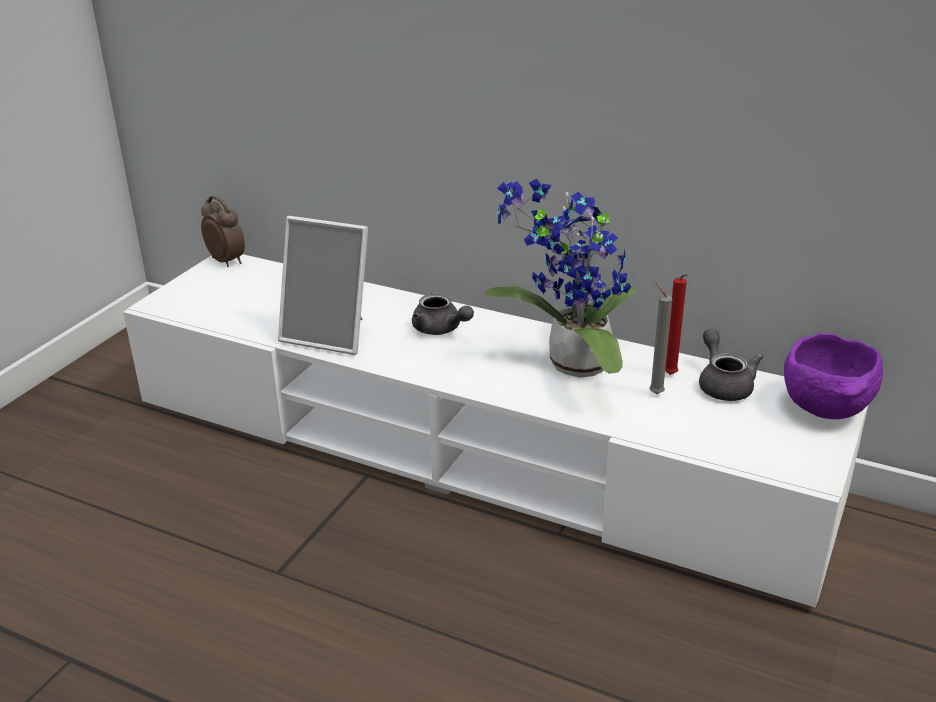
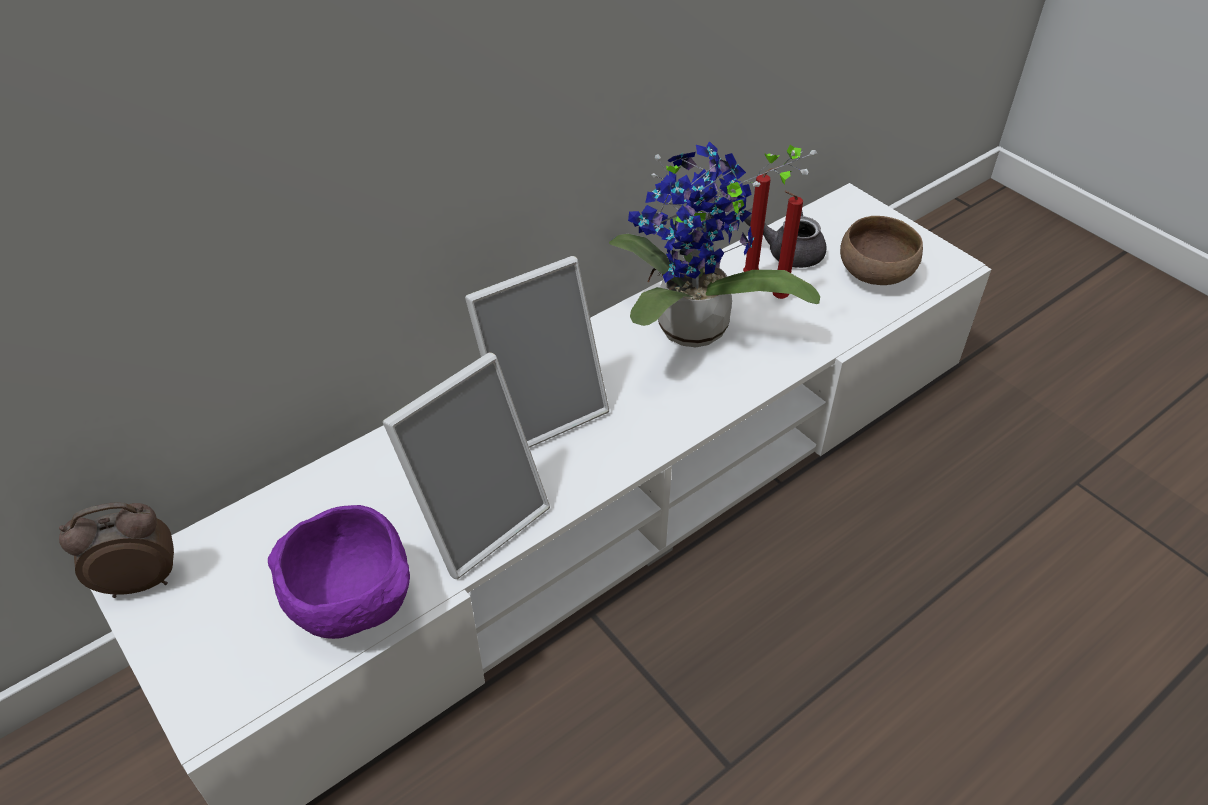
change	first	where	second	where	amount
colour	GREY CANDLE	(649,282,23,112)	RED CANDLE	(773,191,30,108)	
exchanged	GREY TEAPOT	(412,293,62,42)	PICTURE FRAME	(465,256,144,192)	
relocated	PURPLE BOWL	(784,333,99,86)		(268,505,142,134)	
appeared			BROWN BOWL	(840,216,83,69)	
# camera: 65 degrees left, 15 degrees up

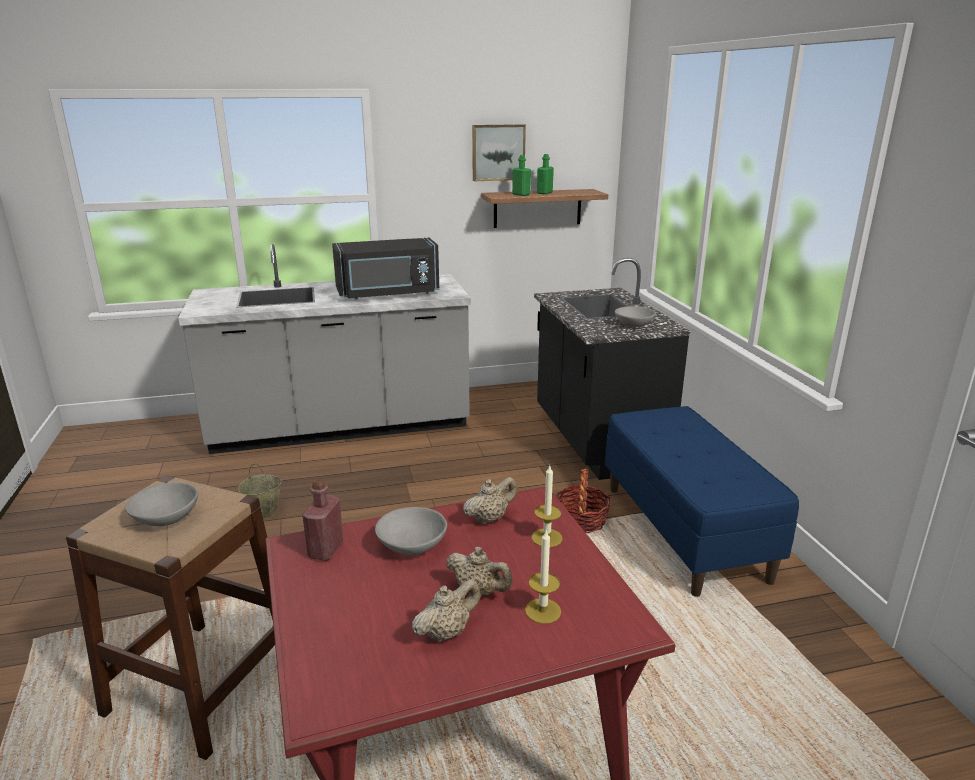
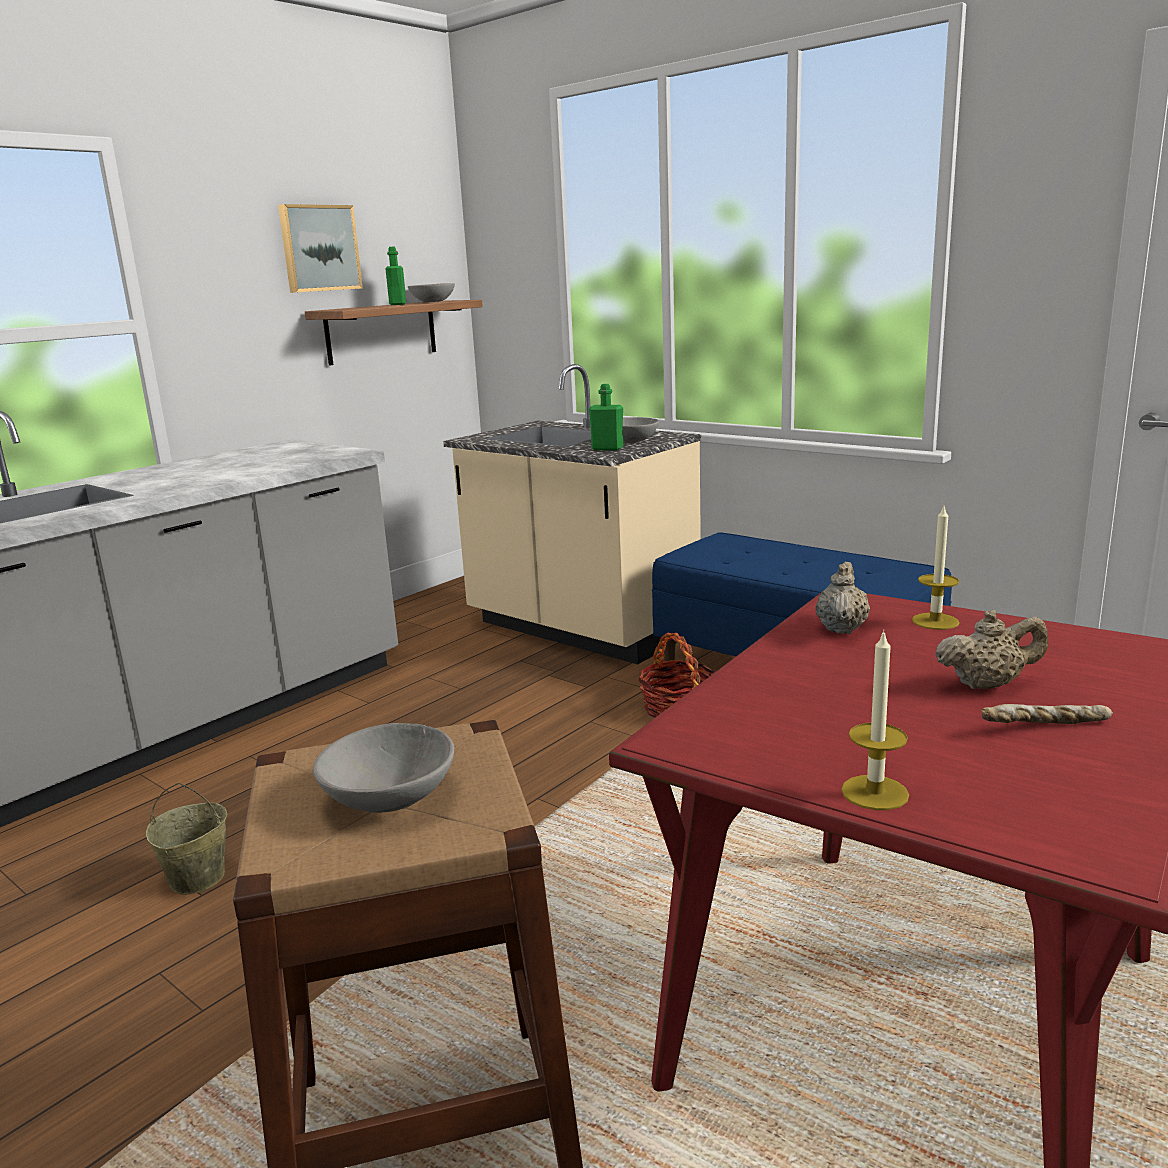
change	first	where	second	where	amount
relocated	GREEN BOTTLE	(512,155,19,41)		(589,384,34,66)	
missing	BLACK MICROWAVE	(332,238,108,61)			
colour	BLACK COUNTER	(534,258,157,222)	BEIGE COUNTER	(443,364,259,301)	
missing	RED BOTTLE	(302,478,41,83)			
relocated	GREY BOWL	(375,507,72,48)		(408,283,47,19)	
relocated	CANDLE	(525,529,36,95)		(841,629,68,181)	
exchanged	BEIGE TEAPOT	(412,579,69,63)	BREAD	(981,704,132,20)	
# camera: 35 degrees left, 5 degrees down

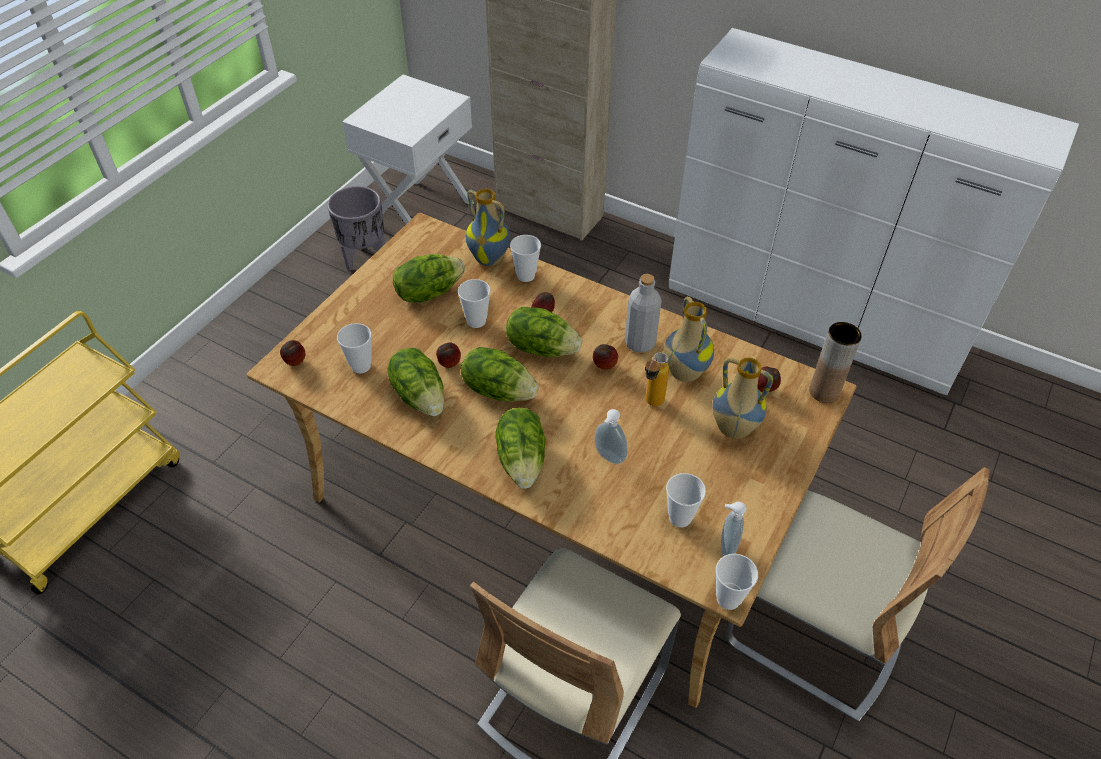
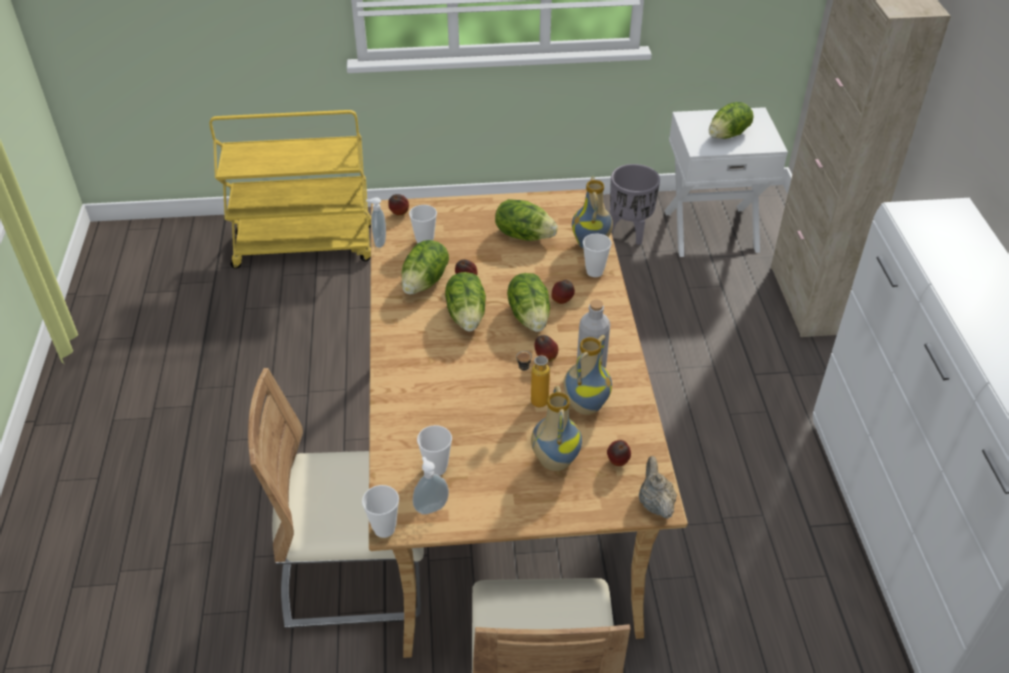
change	first	where	second	where	amount
missing	CUP	(458,279,33,49)			
exchanged	BROWN VASE	(809,322,53,81)	BEIGE TEAPOT	(639,456,38,63)	
relocated	LETTUCE	(496,408,50,81)		(709,102,45,37)	
relocated	SOAP DISPENSER	(595,409,33,55)		(366,197,20,51)	
# camera: 55 degrees right, 5 degrees down

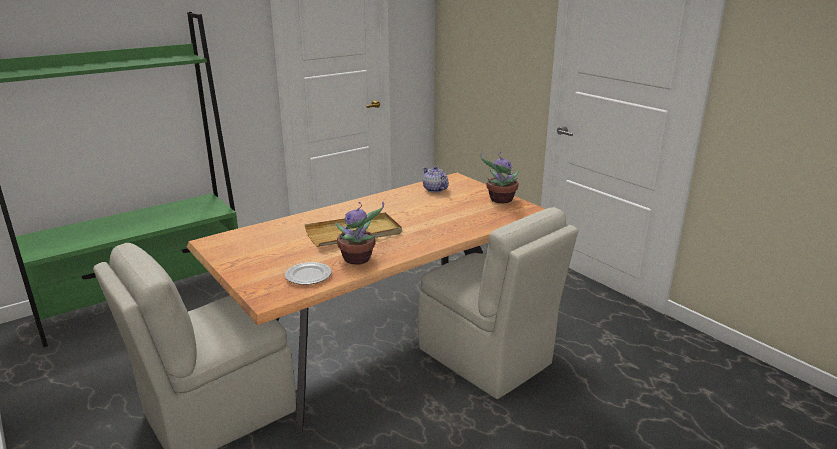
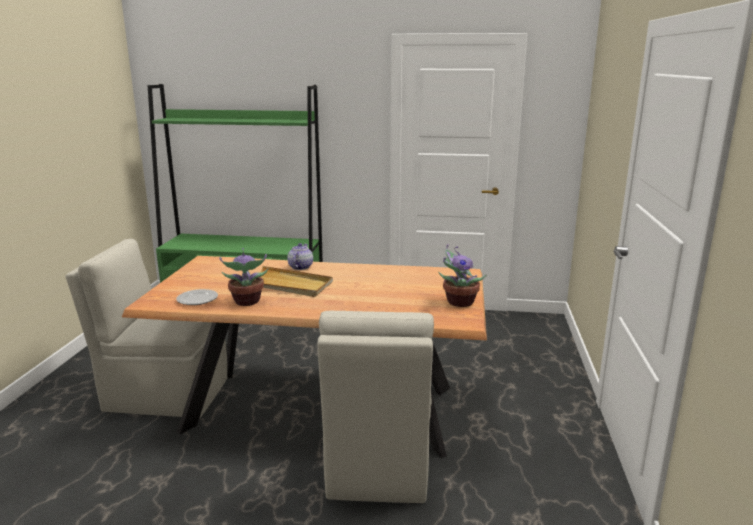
change	first	where	second	where	amount
relocated	TEAPOT	(423,166,26,27)		(288,243,25,27)	
# camera: 45 degrees right, 5 degrees down

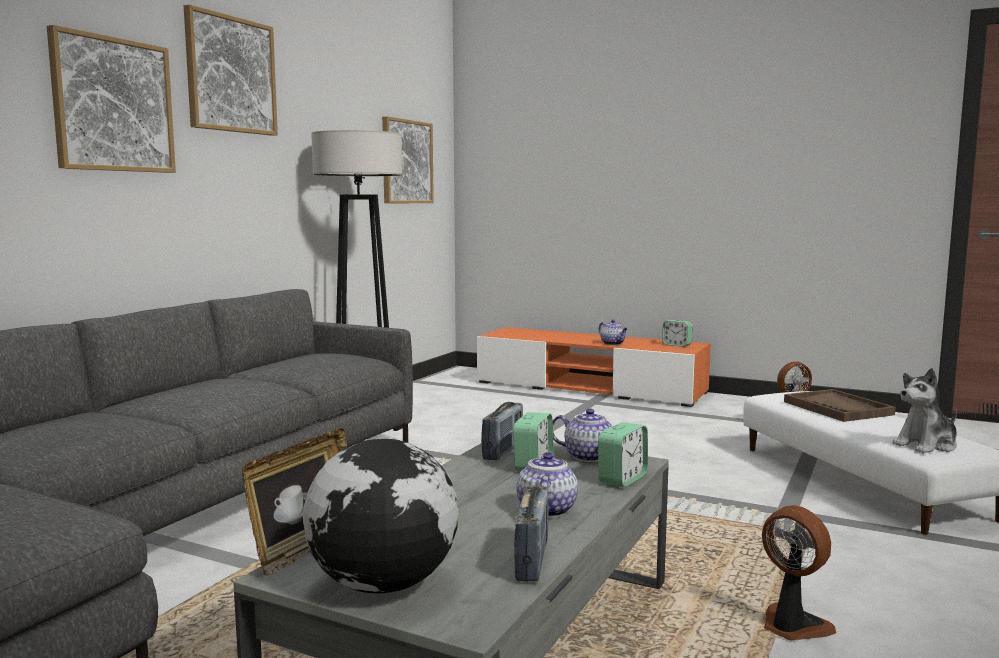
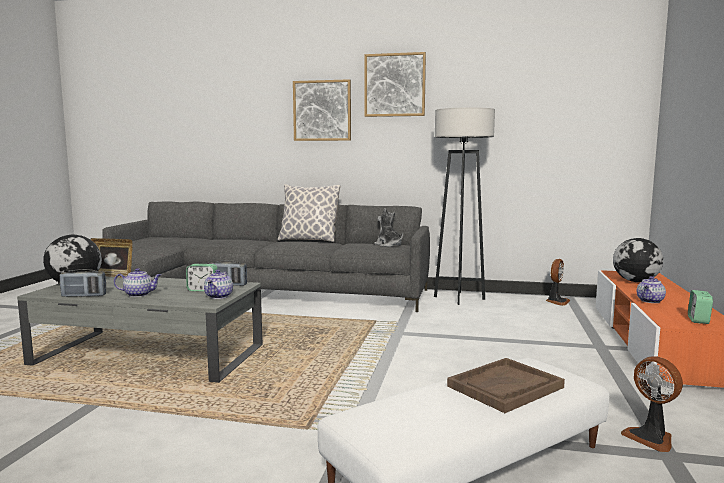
change	first	where	second	where	amount
missing	PICTURE	(382,116,52,87)			
relocated	PLUSH TOY	(892,368,65,85)		(374,208,29,39)	
missing	ALARM CLOCK	(598,422,50,65)			
relocated	FAN	(762,505,74,135)		(546,259,24,47)	
appeared			PILLOW	(277,184,63,58)	
appeared			GLOBE	(613,238,50,44)	
# camera: 75 degrees right, 0 degrees up

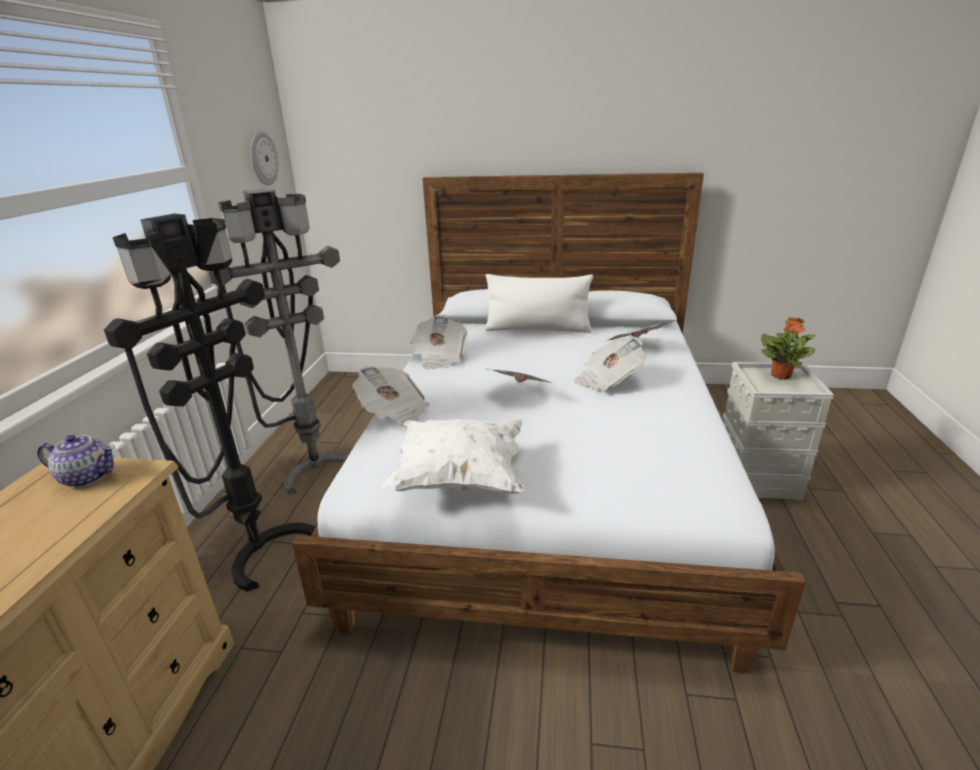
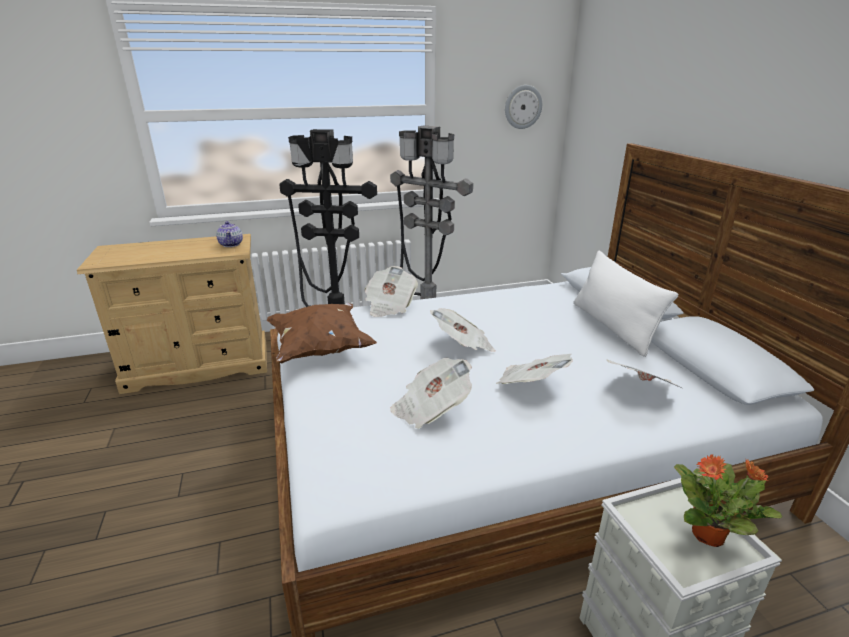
change	first	where	second	where	amount
relocated	NEWSPAPER	(411,315,56,55)		(390,357,82,72)	
colour	WHITE PILLOW	(381,419,143,75)	BROWN PILLOW	(267,303,110,60)	
# camera: 65 degrees right, 0 degrees up

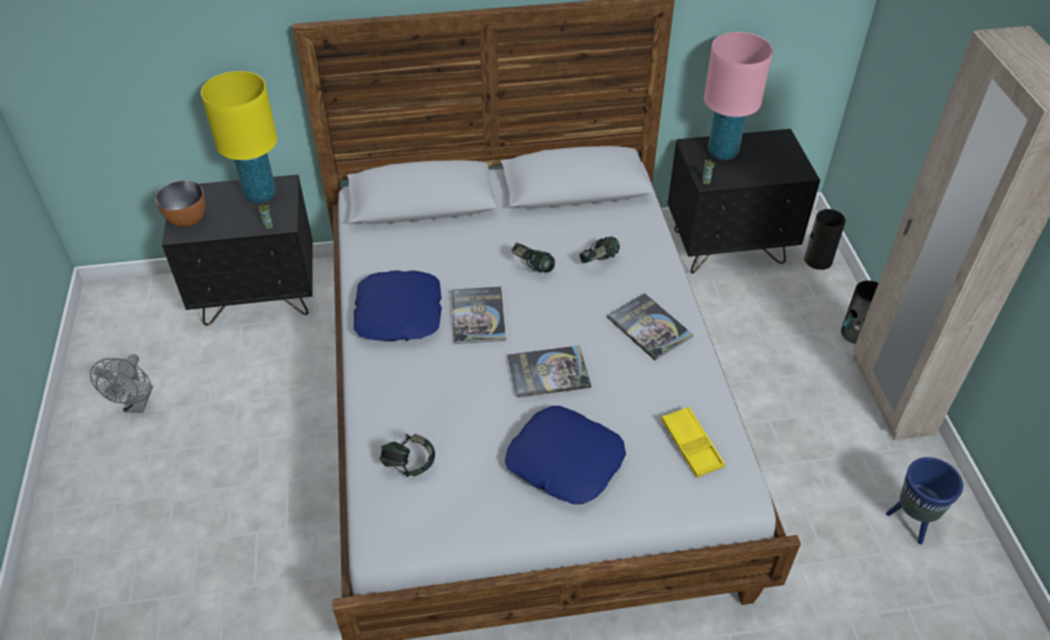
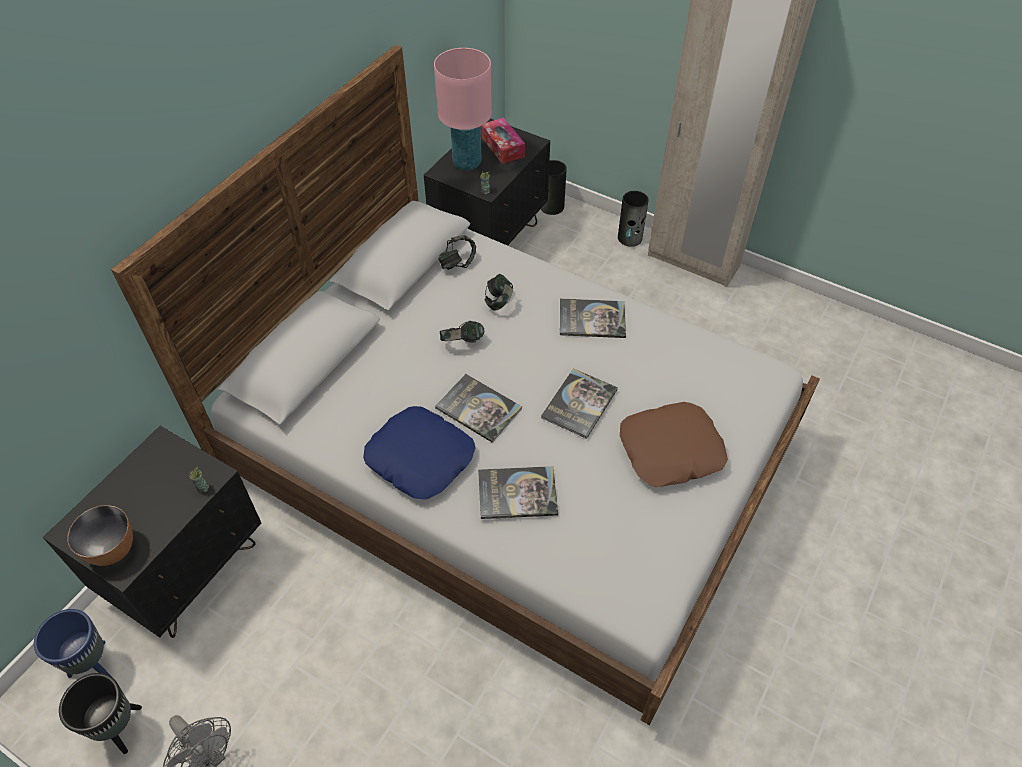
change	first	where	second	where	amount
missing	YELLOW TABLE LAMP	(201,71,76,132)			
colour	BLUE PILLOW	(505,406,121,98)	BROWN PILLOW	(620,402,108,85)	
missing	YELLOW TRAY	(661,407,64,71)			
relocated	HEADPHONES	(380,434,55,43)		(438,235,38,35)	
relocated	BLUE PLANTER	(886,457,77,87)		(34,609,78,69)	
appeared			TISSUE BOX	(481,118,44,46)	
appeared			BOOK	(478,466,80,53)	
appeared			BLACK PLANTER	(59,673,83,81)	
# camera: 50 degrees left, 5 degrees up

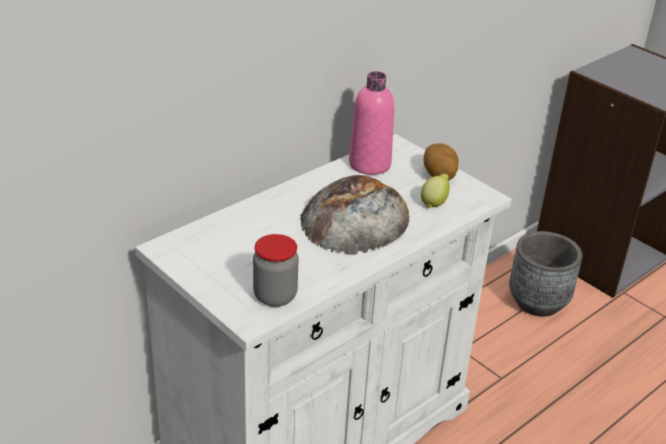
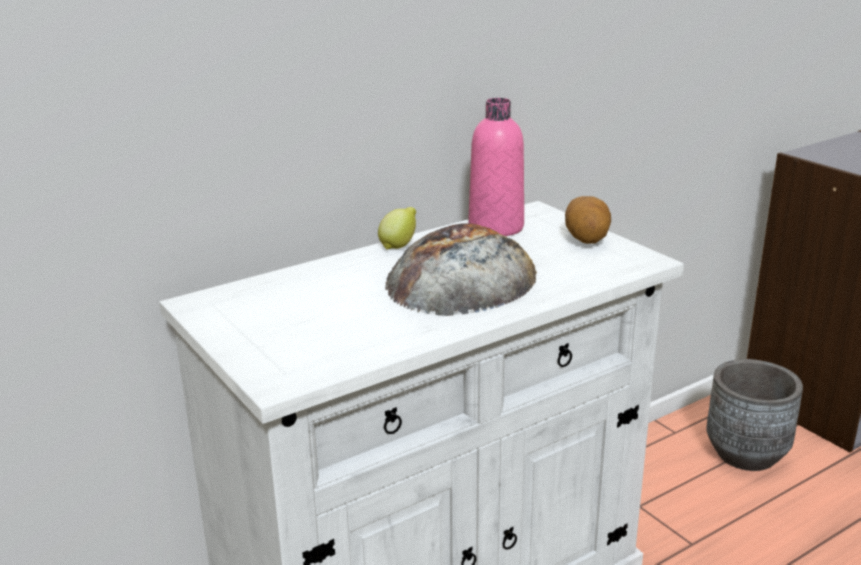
change	first	where	second	where	amount
relocated	LEMON	(421,174,29,34)		(378,207,38,43)	
missing	JAR	(253,234,45,73)			
# camera: 10 degrees right, 10 degrees down

